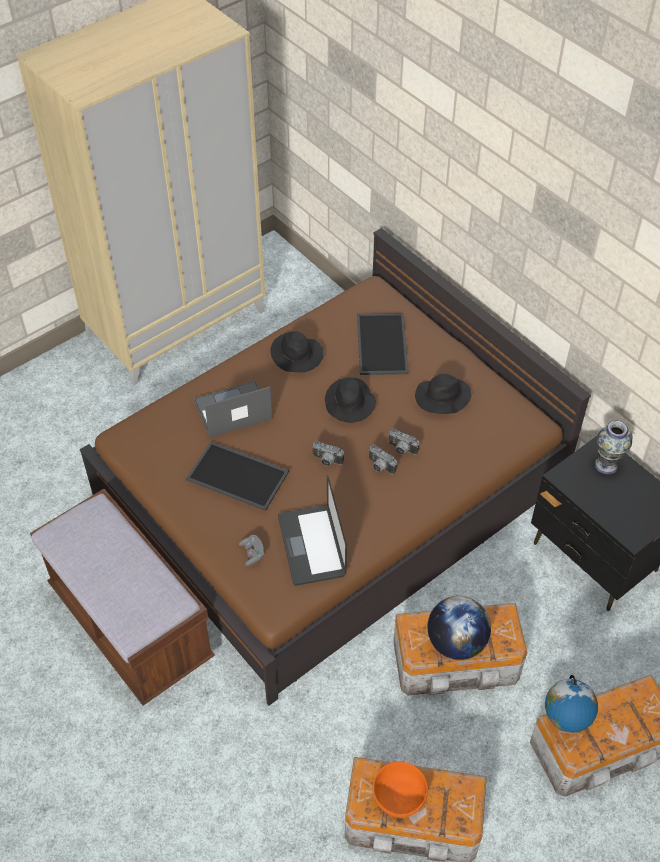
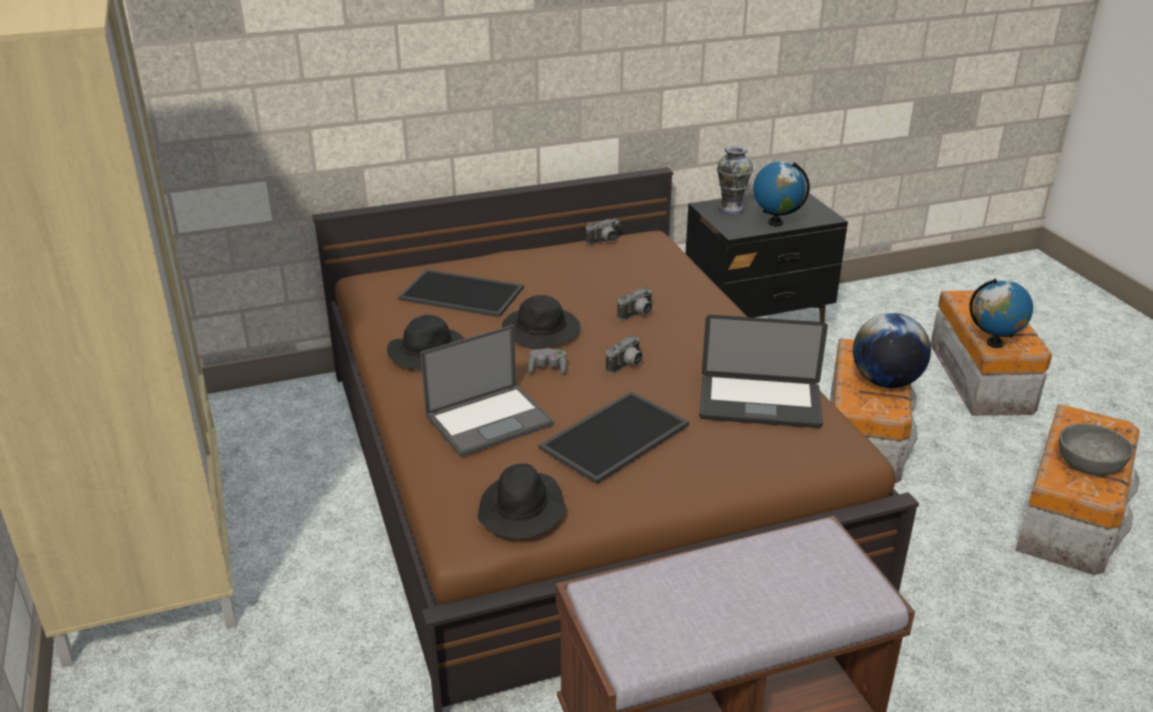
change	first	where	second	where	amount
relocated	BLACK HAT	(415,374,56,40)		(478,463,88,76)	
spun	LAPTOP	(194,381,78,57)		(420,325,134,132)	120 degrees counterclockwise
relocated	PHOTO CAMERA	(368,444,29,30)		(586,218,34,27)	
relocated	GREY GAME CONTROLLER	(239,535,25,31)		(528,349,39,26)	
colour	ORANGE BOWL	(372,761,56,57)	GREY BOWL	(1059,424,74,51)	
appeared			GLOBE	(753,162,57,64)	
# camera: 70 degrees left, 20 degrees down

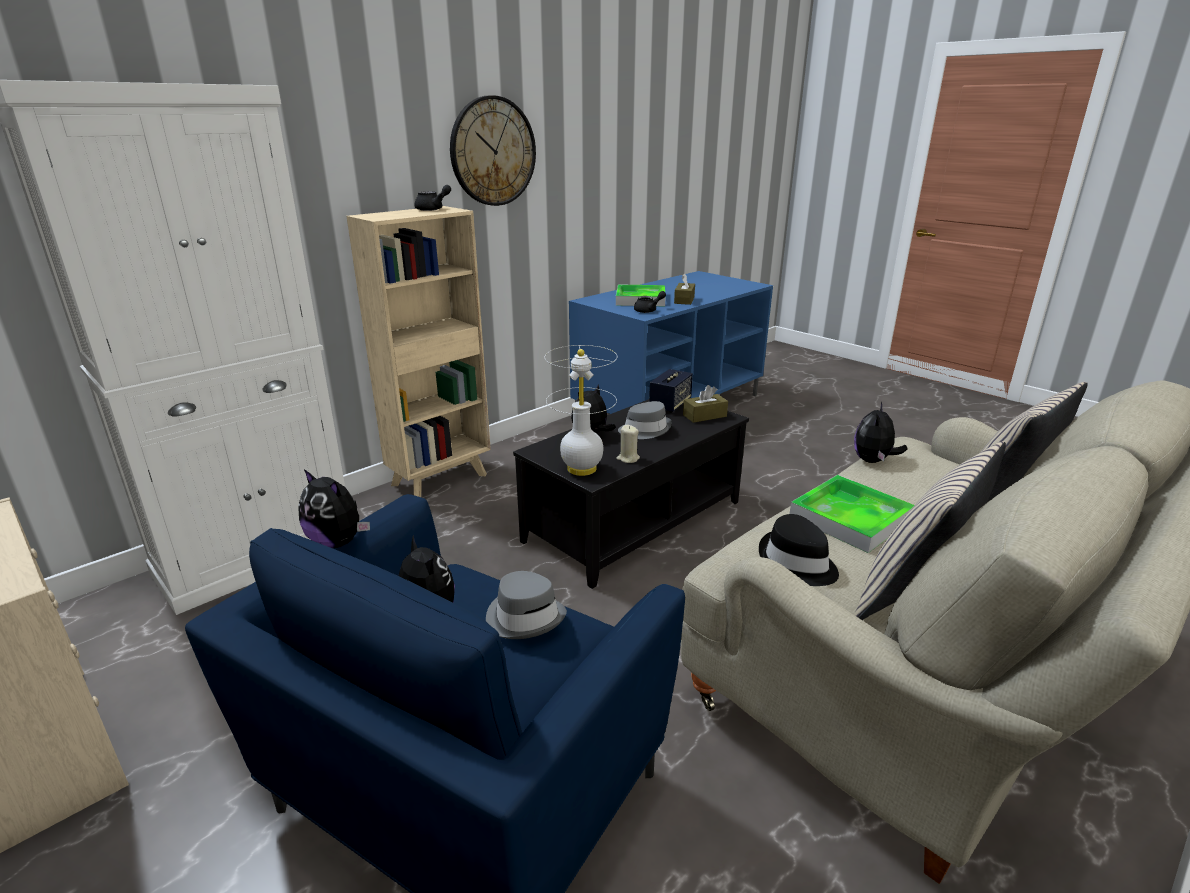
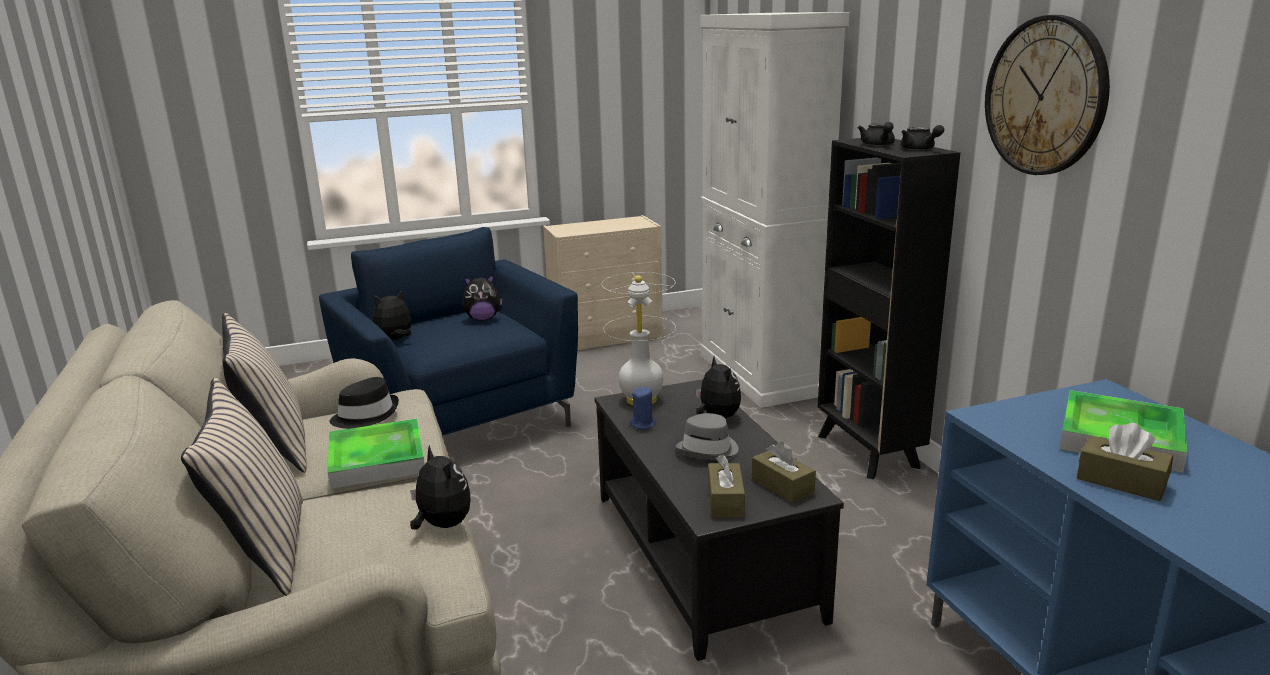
change	first	where	second	where	amount
colour	BEIGE BOOKCASE	(346,206,145,291)	BLACK BOOKCASE	(818,138,142,341)	
relocated	BLACK TEAPOT	(634,291,32,22)		(858,122,37,24)	
exchanged	SPEAKER	(649,369,44,43)	BROWN TISSUE BOX	(752,442,64,61)	
colour	BEIGE CANDLE	(616,425,24,38)	BLUE CANDLE	(630,387,25,43)	
relocated	PLUSH TOY	(298,469,72,79)		(373,290,39,50)	
missing	GREY HAT	(486,571,81,68)			
# camera: 115 degrees right, 5 degrees down

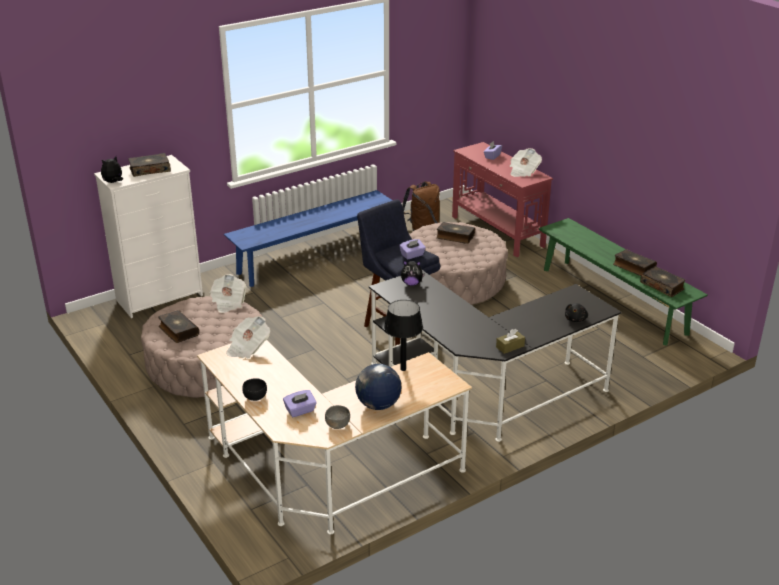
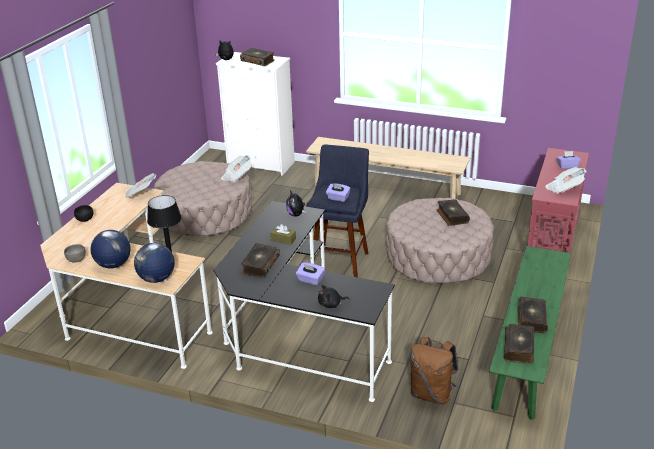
change	first	where	second	where	amount
relocated	BROWN BACKPACK	(402,181,38,50)		(410,337,49,68)	
colour	BLUE BENCH	(224,190,169,97)	BEIGE BENCH	(306,137,165,62)	
relocated	BOOK	(158,310,41,33)		(241,243,39,35)	
relocated	BROWN TISSUE BOX	(496,329,29,25)		(270,224,26,21)	
relocated	PURPLE TISSUE BOX	(283,390,34,27)		(296,263,29,22)	
appeared			GLOBE	(134,243,41,40)	
# camera: 55 degrees right, 0 degrees up

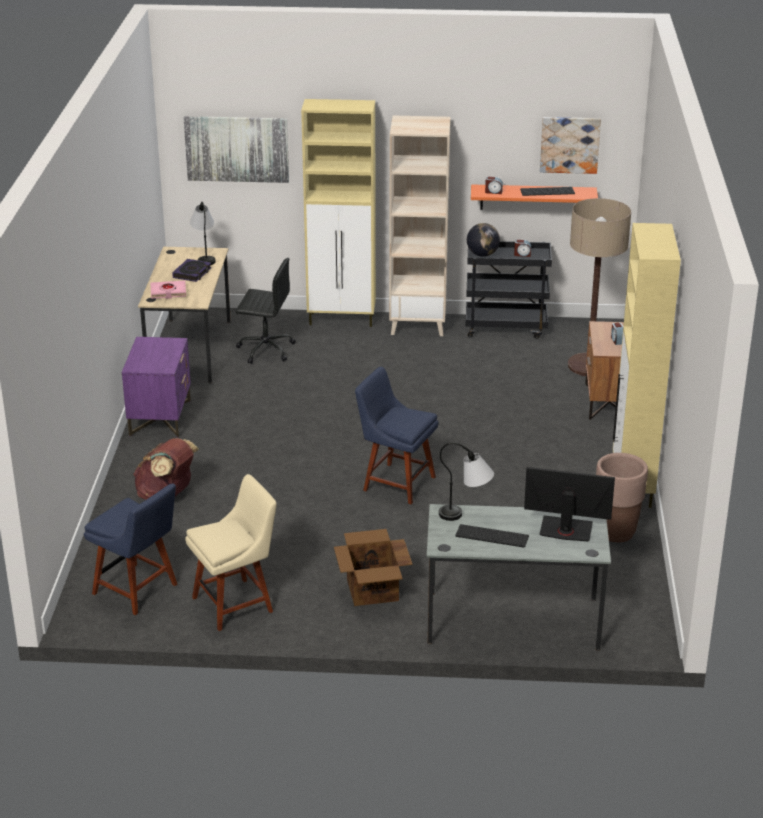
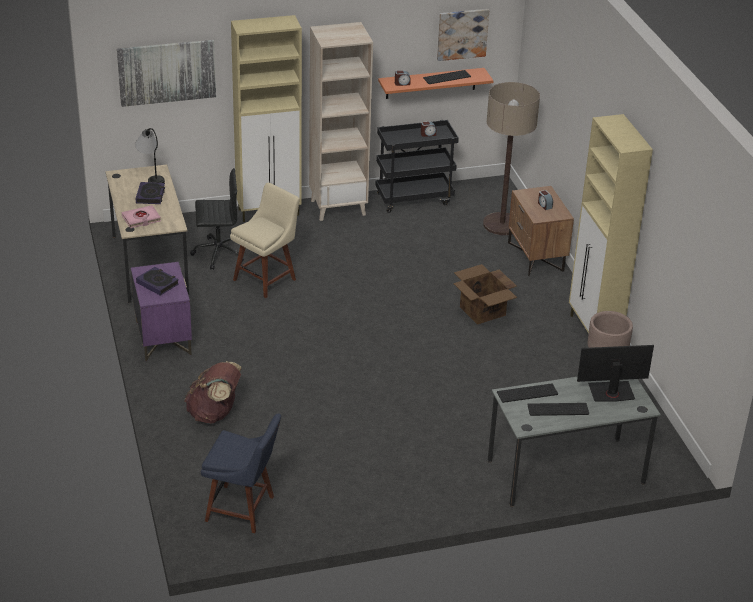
change	first	where	second	where	amount
missing	GLOBE	(467,223,33,34)			
missing	BLUE CHAIR	(355,367,84,137)			
exchanged	TABLE LAMP	(439,443,55,78)	KEYBOARD	(497,383,61,20)	
relocated	BEIGE CHAIR	(185,474,92,157)		(230,183,70,115)	
relocated	CARDBOARD BOX	(334,529,78,77)		(454,264,63,61)	
appeared			BOOK	(136,267,43,29)	
# camera: 20 degrees left, 5 degrees up

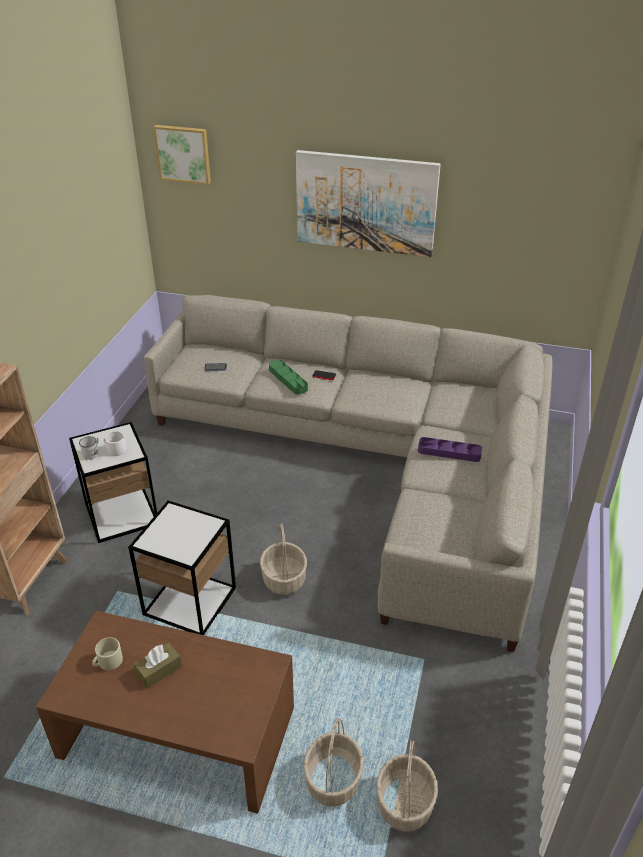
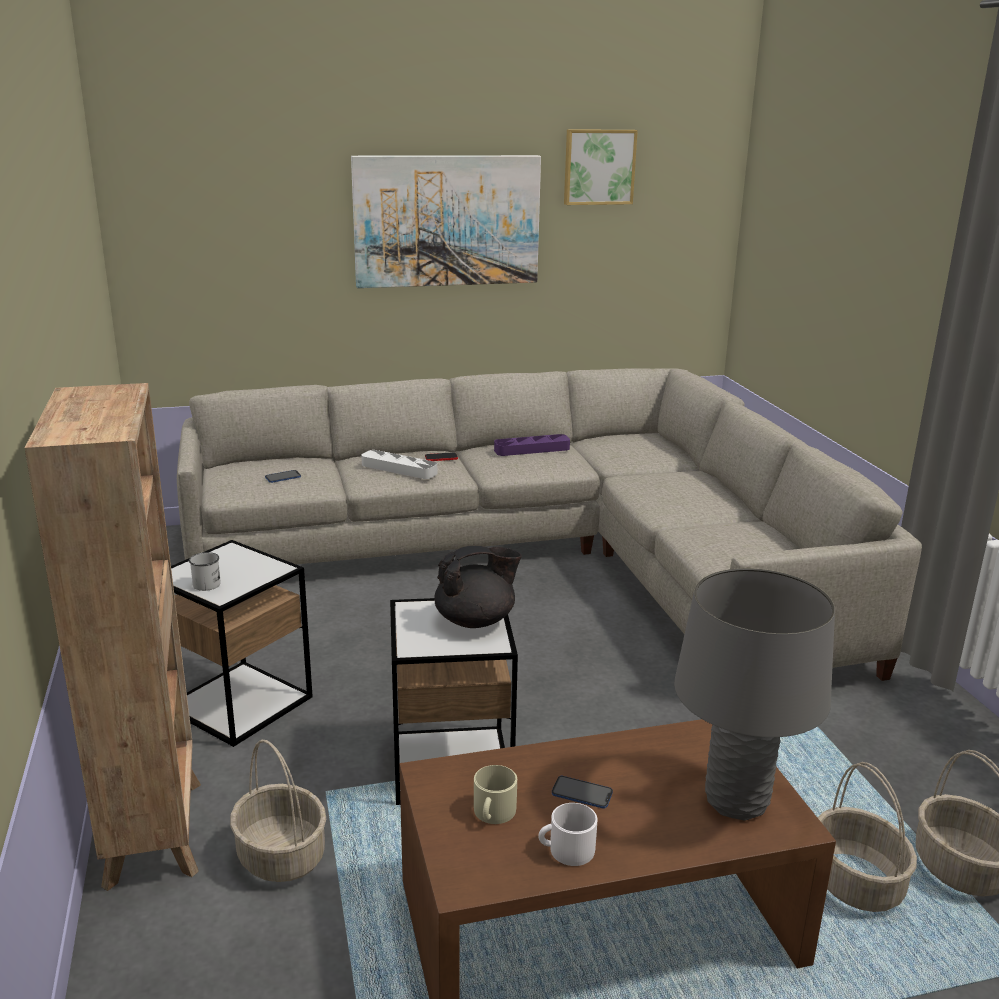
change	first	where	second	where	amount
relocated	PICTURE	(153,125,58,60)		(564,129,74,76)	
colour	GREEN TRAY	(269,360,39,35)	GREY TRAY	(362,450,75,29)	
relocated	WHITE MUG	(103,431,24,25)		(538,803,59,63)	
relocated	PURPLE TRAY	(418,437,64,25)		(494,434,76,22)	
relocated	BASKET	(260,523,47,72)		(230,740,96,142)	
exchanged	BROWN TISSUE BOX	(134,643,48,45)	PHONE	(552,776,61,33)	
appeared			BLACK TEAPOT	(434,546,88,82)	
appeared			GREY TABLE LAMP	(674,568,161,253)	
# camera: 30 degrees left, 15 degrees down

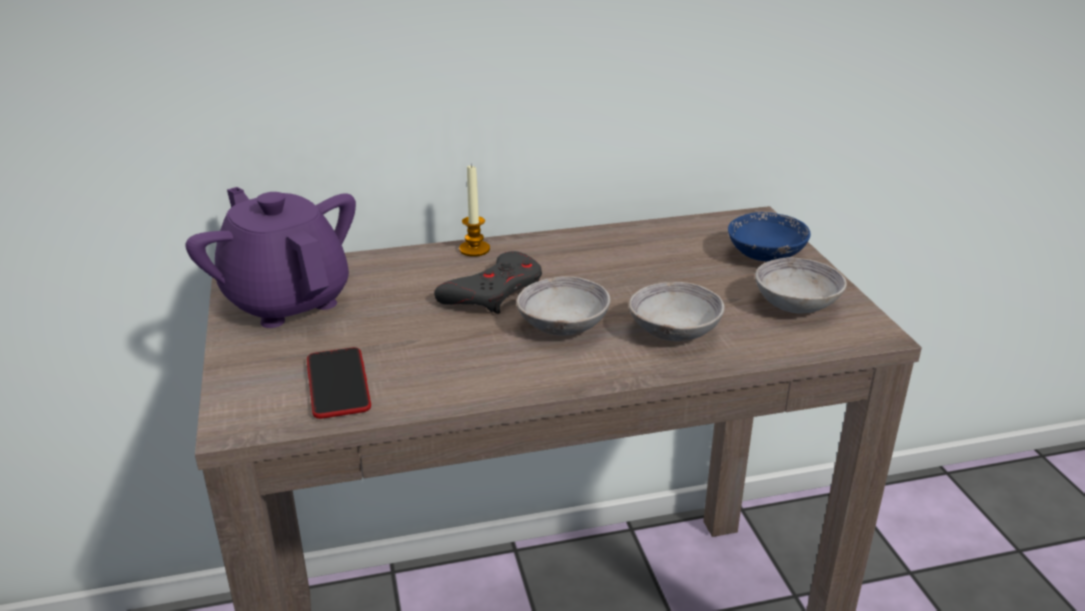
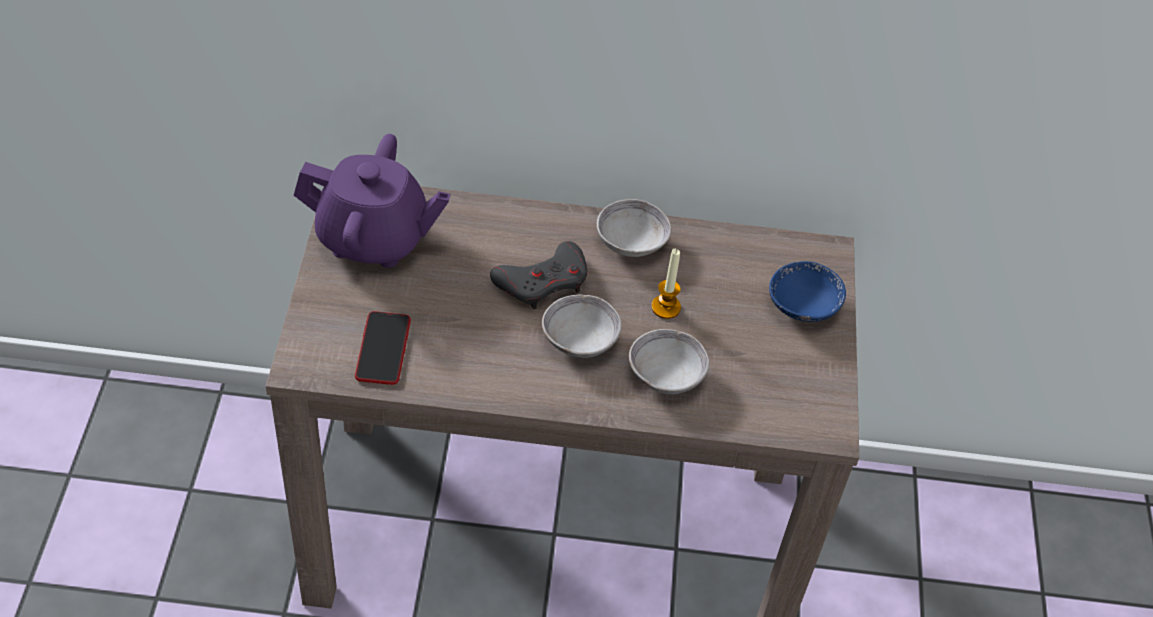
change	first	where	second	where	amount
relocated	CANDLE	(459,164,31,93)		(651,249,30,70)	
spun	PURPLE TEAPOT	(185,187,171,141)		(294,134,157,134)	120 degrees clockwise
relocated	GREY BOWL	(755,257,92,56)		(597,199,75,58)	
# camera: 15 degrees right, 20 degrees up

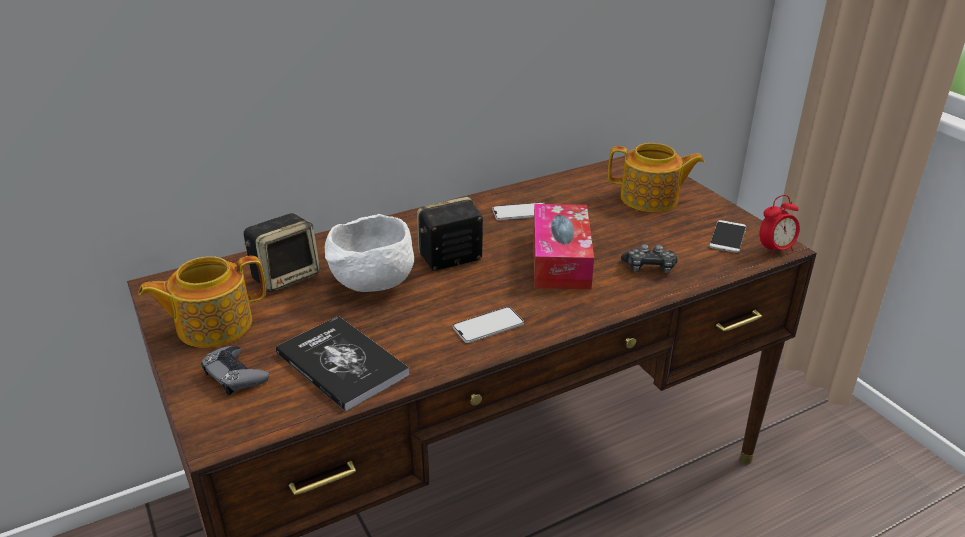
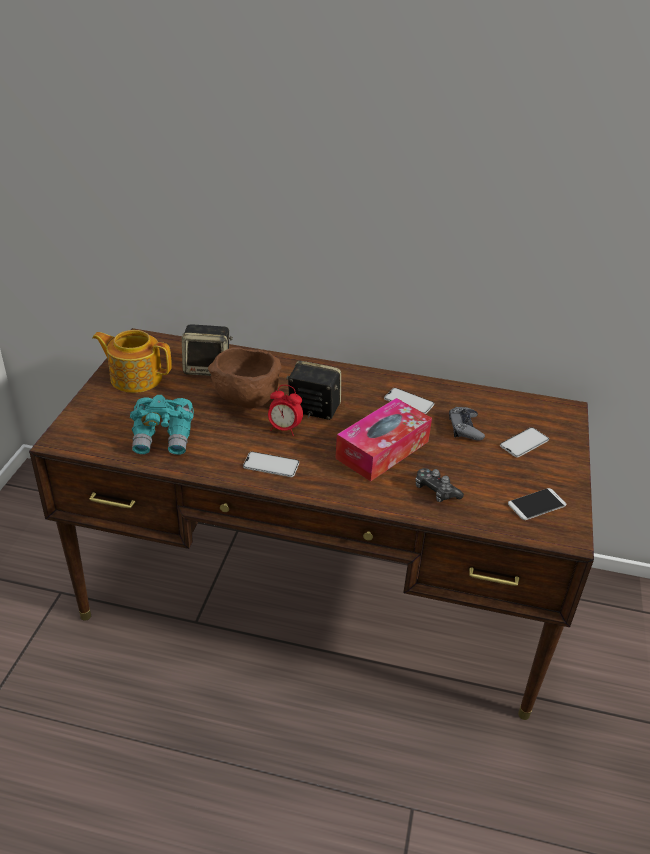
change	first	where	second	where	amount
exchanged	TEAPOT	(608,143,96,69)	PHONE	(500,427,49,31)	
relocated	ALARM CLOCK	(759,195,41,62)		(268,385,35,51)	
colour	WHITE BOWL	(325,214,89,78)	BROWN BOWL	(208,347,74,61)	
exchanged	BOOK	(276,316,134,95)	TURQUOISE BINOCULARS	(130,395,64,60)	
relocated	GREY GAME CONTROLLER	(201,346,68,50)		(449,407,36,34)	
# camera: 40 degrees right, 5 degrees up

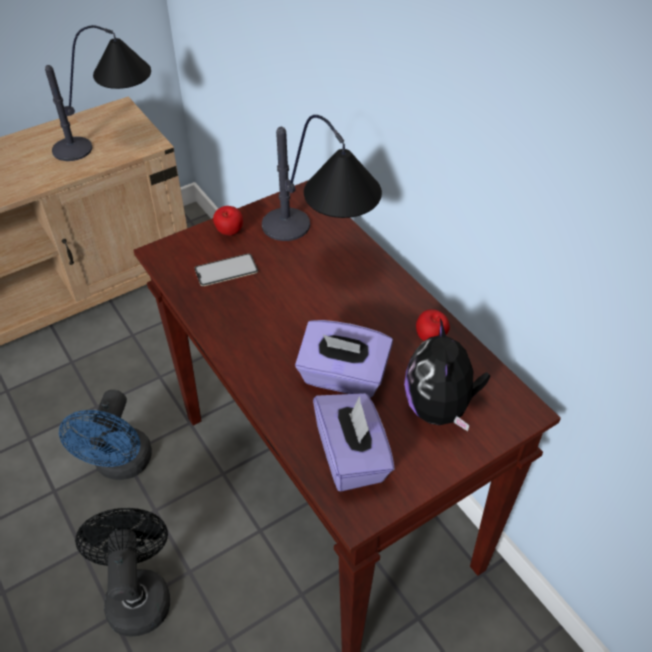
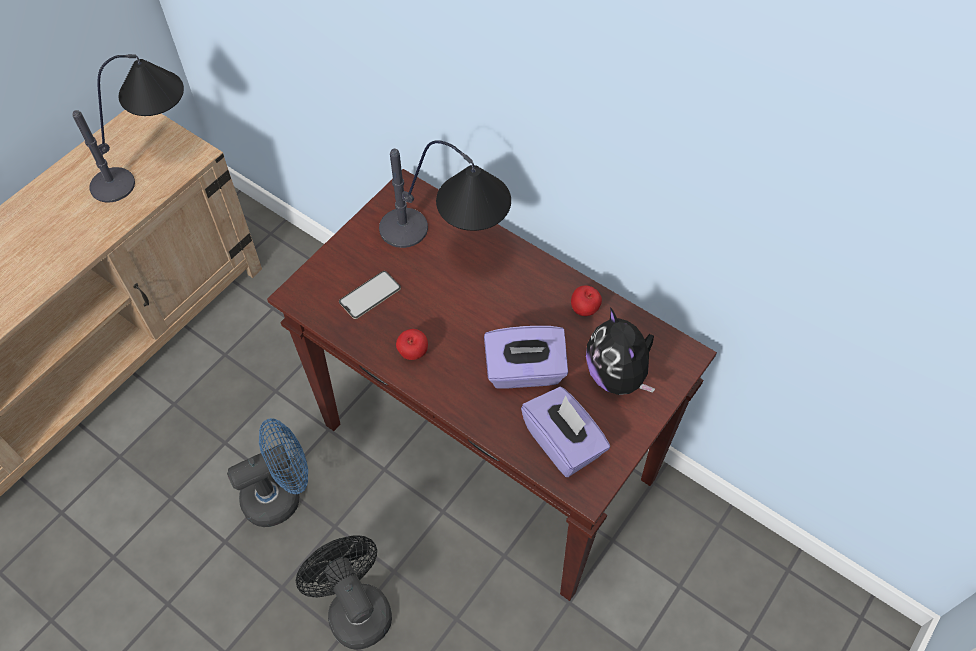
change	first	where	second	where	amount
relocated	APPLE	(213,206,30,30)		(396,329,32,31)	
spun	BLUE FAN	(59,390,93,90)		(227,418,81,109)	105 degrees counterclockwise
# camera: 20 degrees left, 10 degrees up

